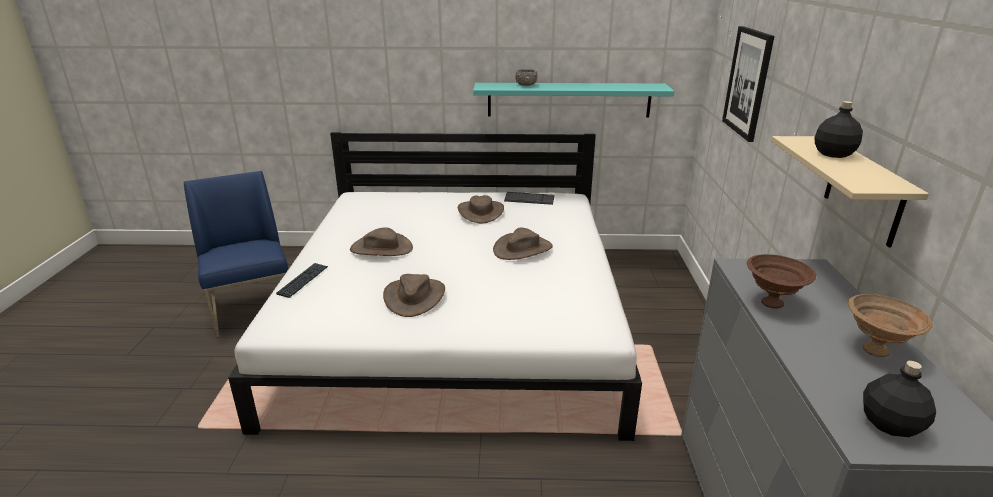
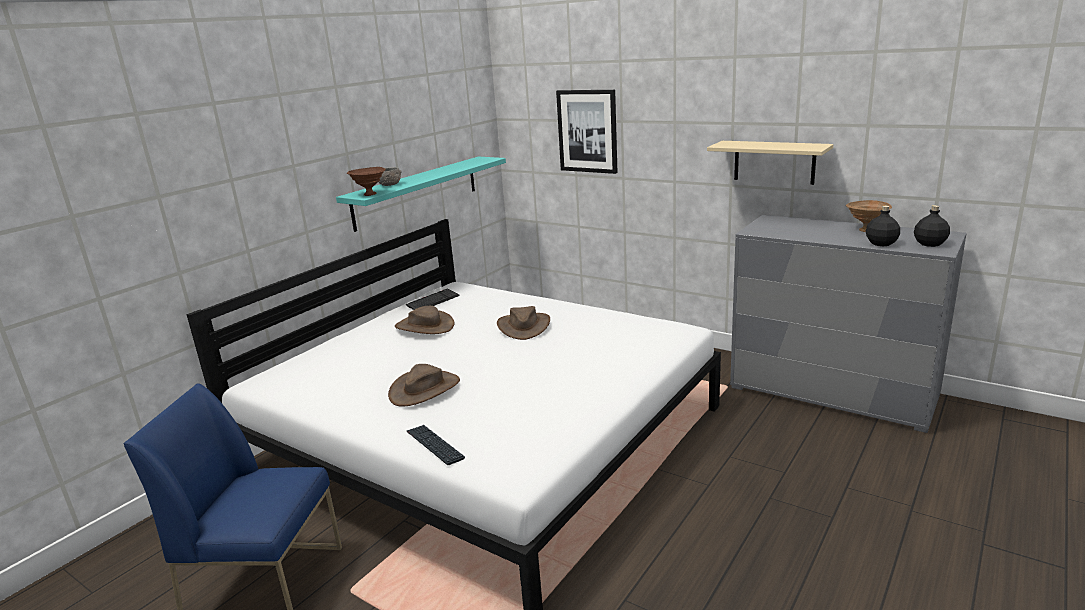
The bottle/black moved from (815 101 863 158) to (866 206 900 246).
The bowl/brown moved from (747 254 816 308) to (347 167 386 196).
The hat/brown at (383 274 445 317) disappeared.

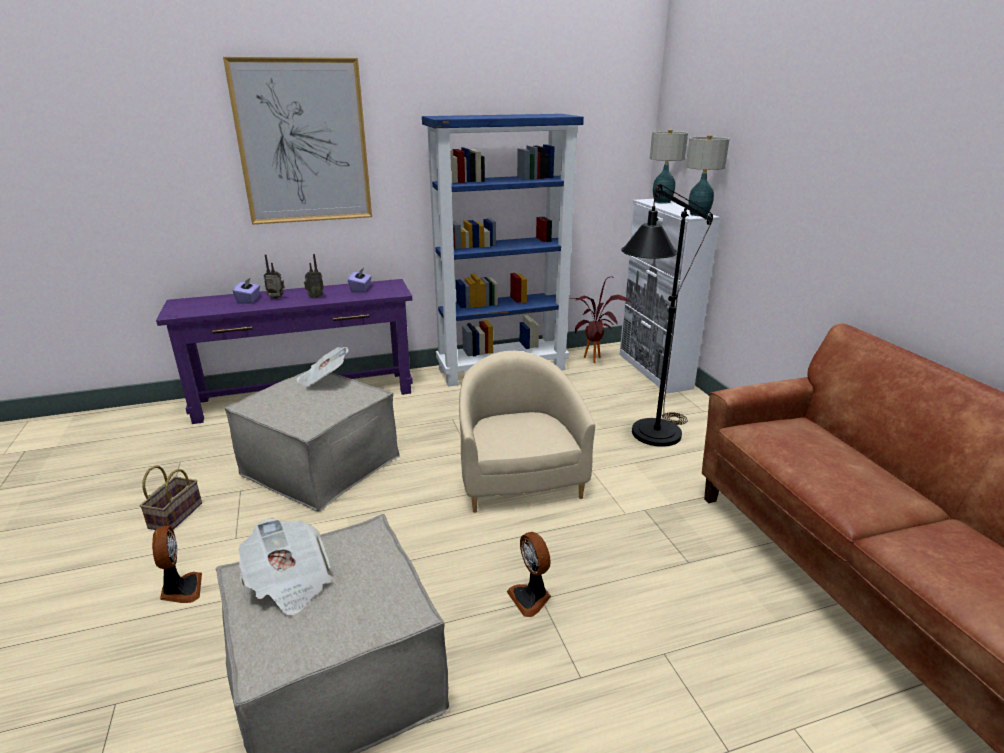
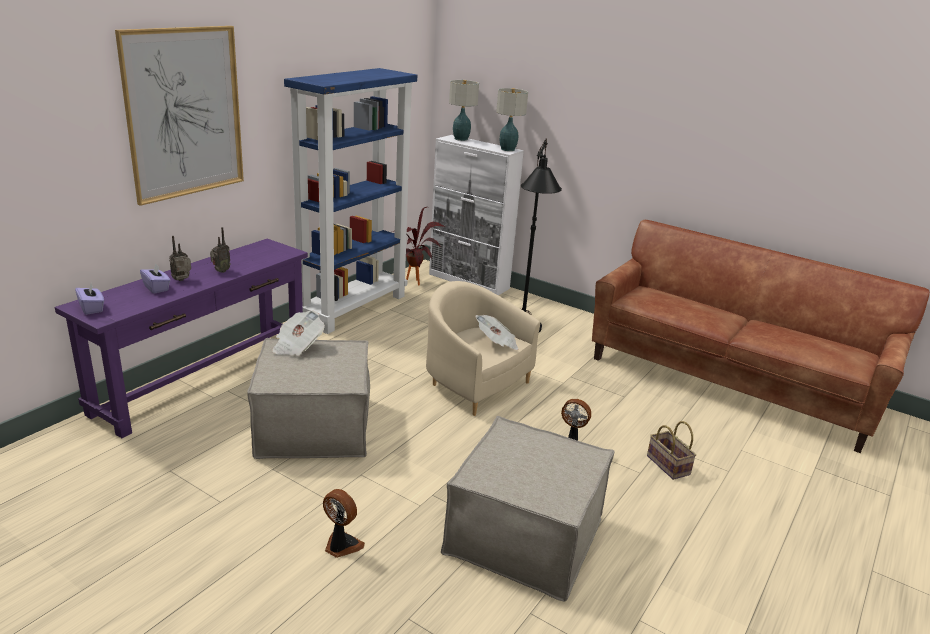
The tissue box/purple moved from (348 268 372 293) to (75 284 104 315).
The basket moved from (140 466 202 530) to (647 421 696 480).
The newspaper moved from (238 518 332 615) to (476 315 518 350).

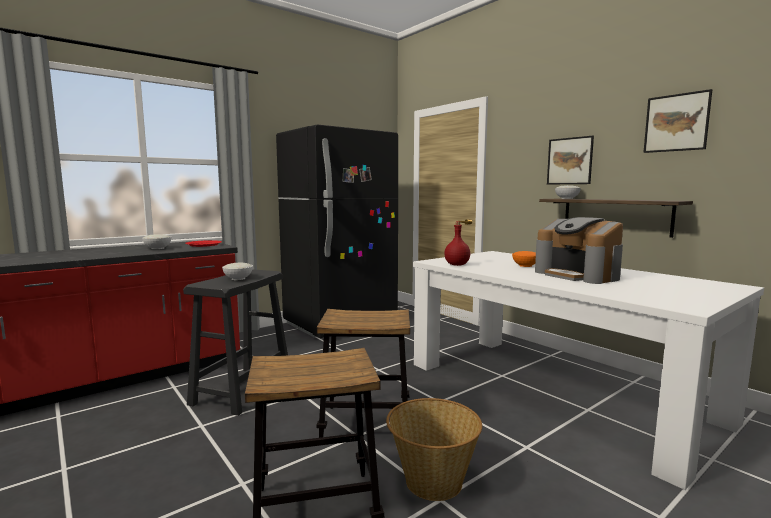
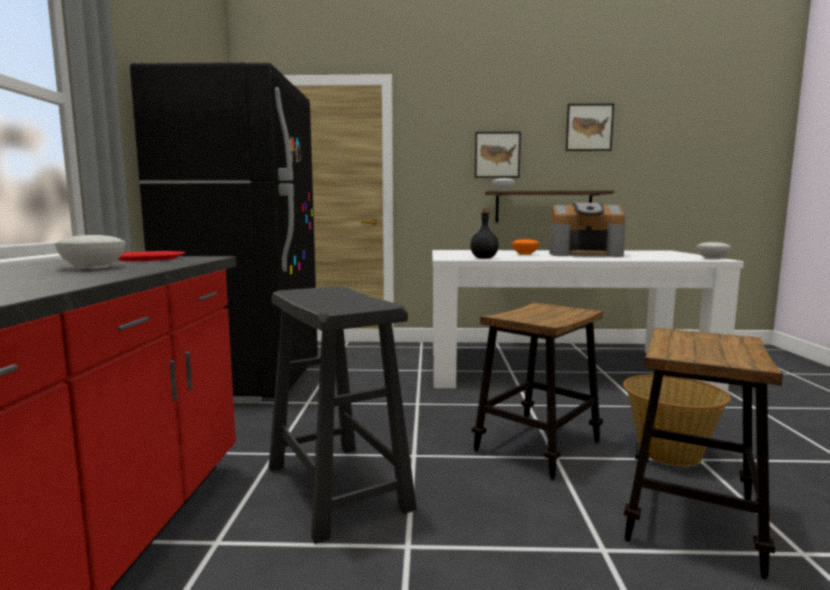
The bottle/red at (444 221 470 266) became the bottle/black at (470 209 499 259).
The bowl/white moved from (222 263 253 280) to (697 242 731 259).

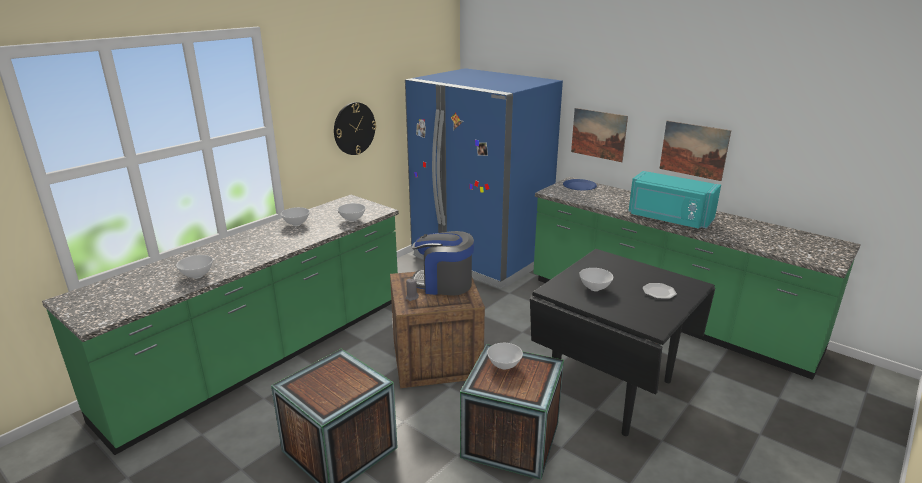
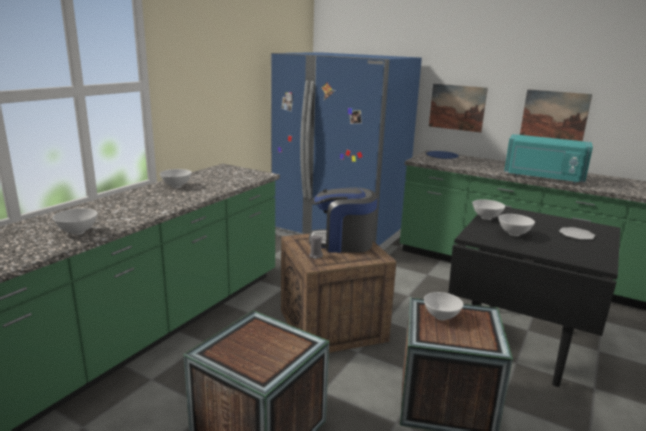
The wall clock at (334 102 376 155) disappeared.
The bowl/white moved from (338 203 366 222) to (472 199 505 220).

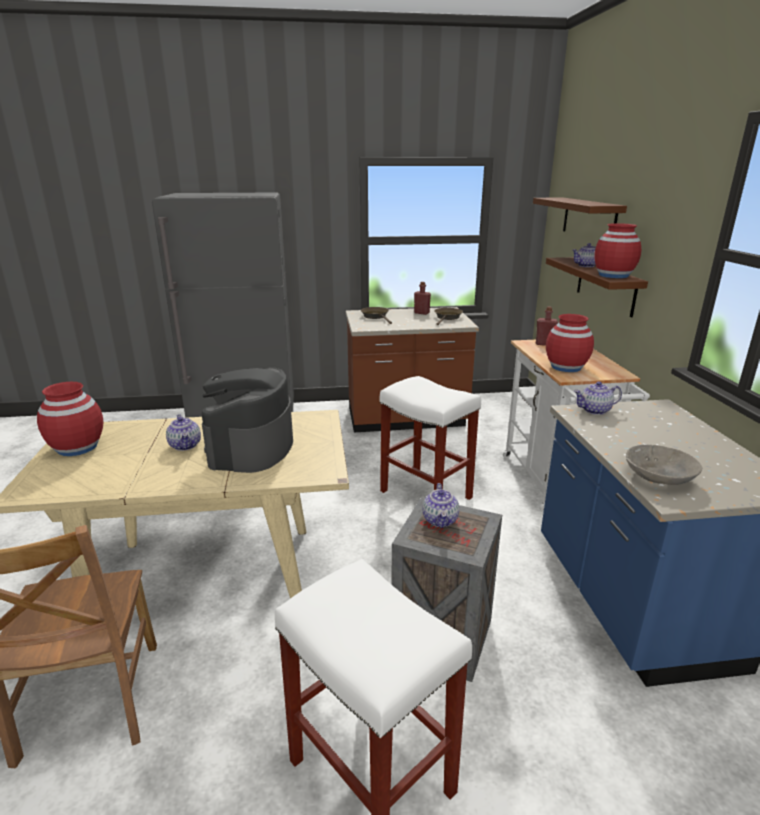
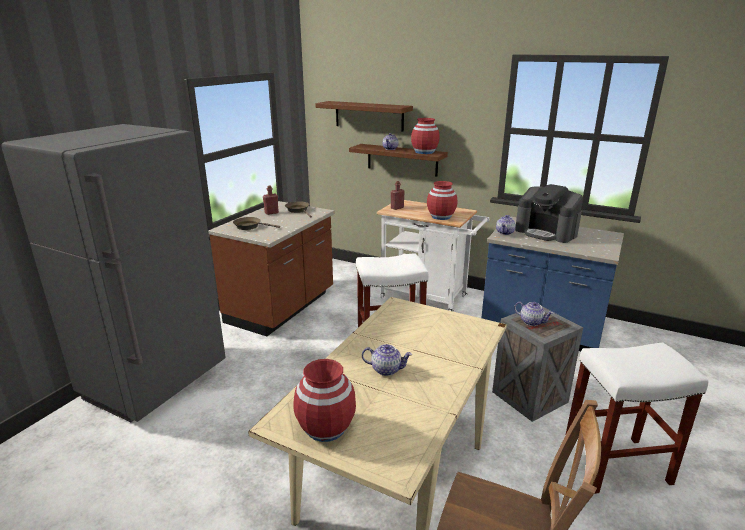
The coffee machine moved from (202 367 293 473) to (515 184 583 243).
The bowl/grey at (626 445 702 485) disappeared.

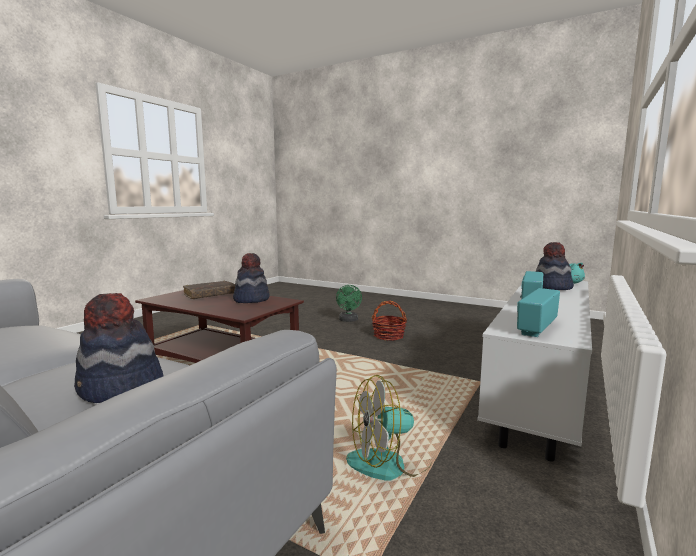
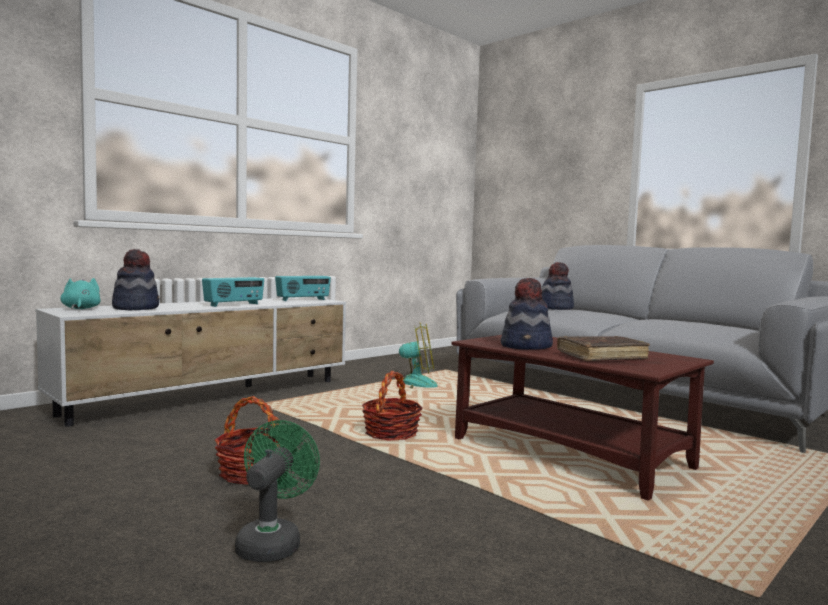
The basket at (362 371 423 441) appeared.

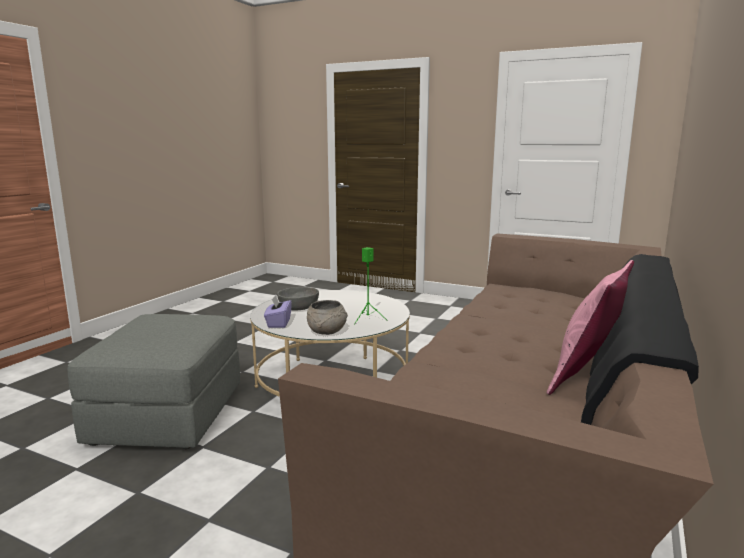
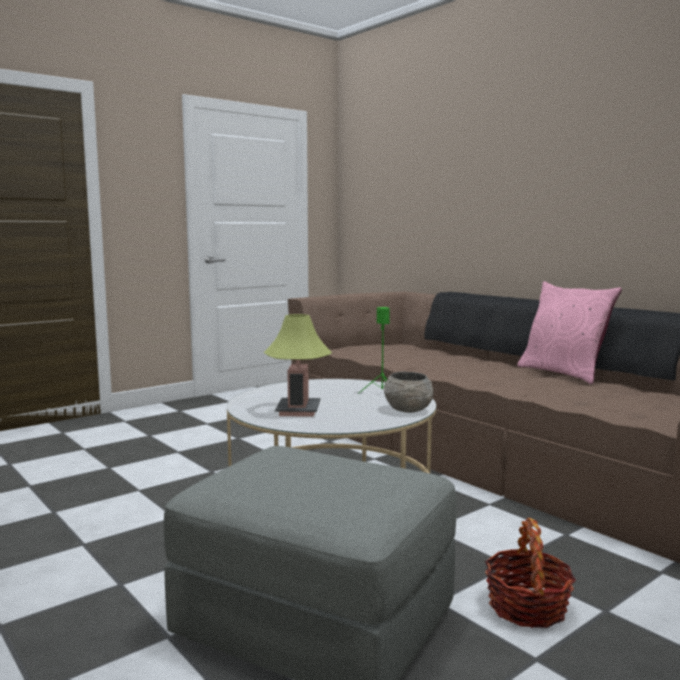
The bowl/grey at (277 287 319 310) was replaced by the table lamp at (264 314 332 417).
The tissue box/purple at (264 295 292 328) disappeared.
The basket at (485 518 576 628) appeared.

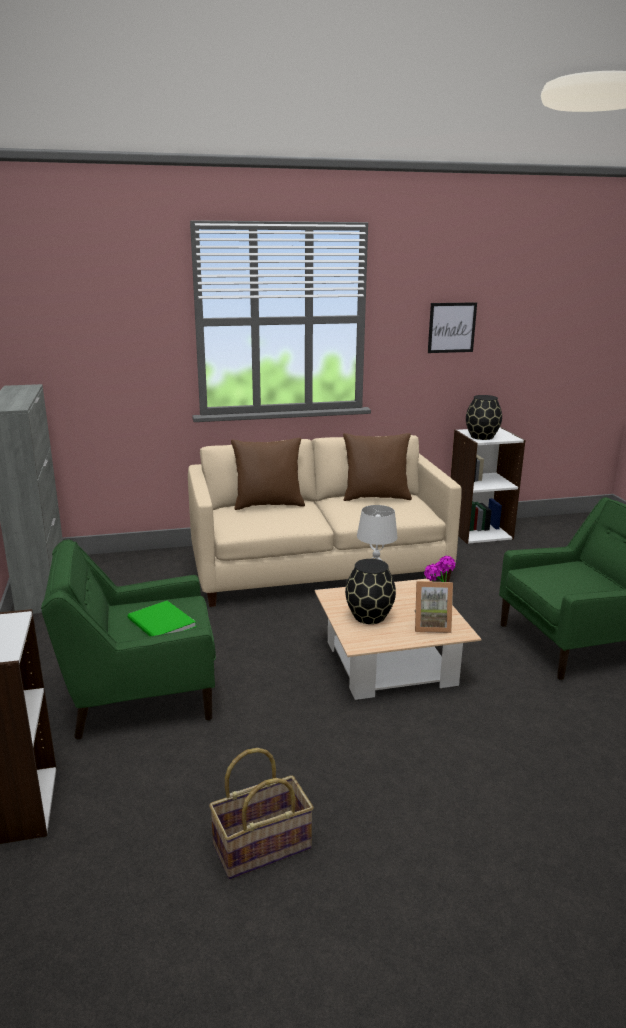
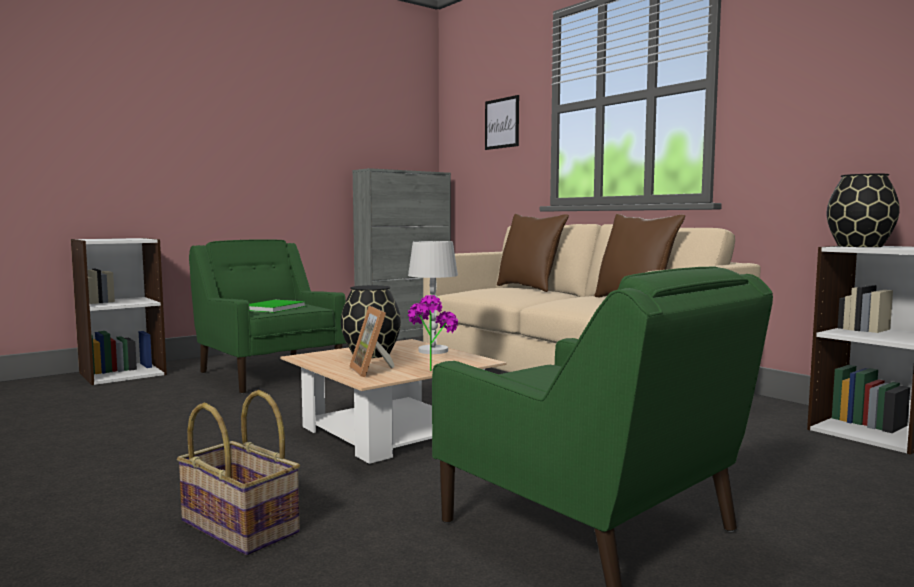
The picture moved from (428 302 477 353) to (485 95 519 150).
The basket moved from (209 748 314 879) to (177 390 300 555).

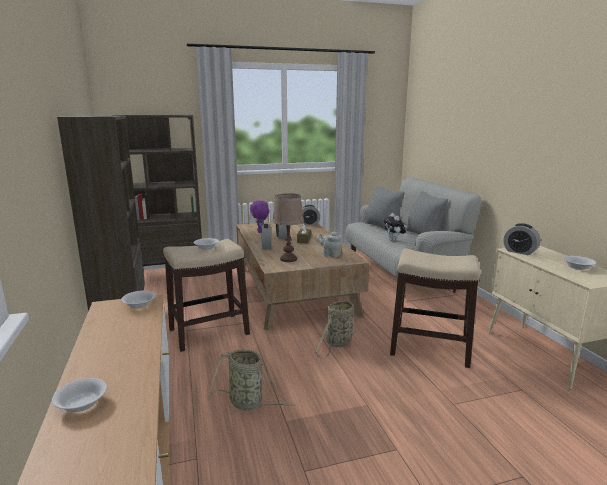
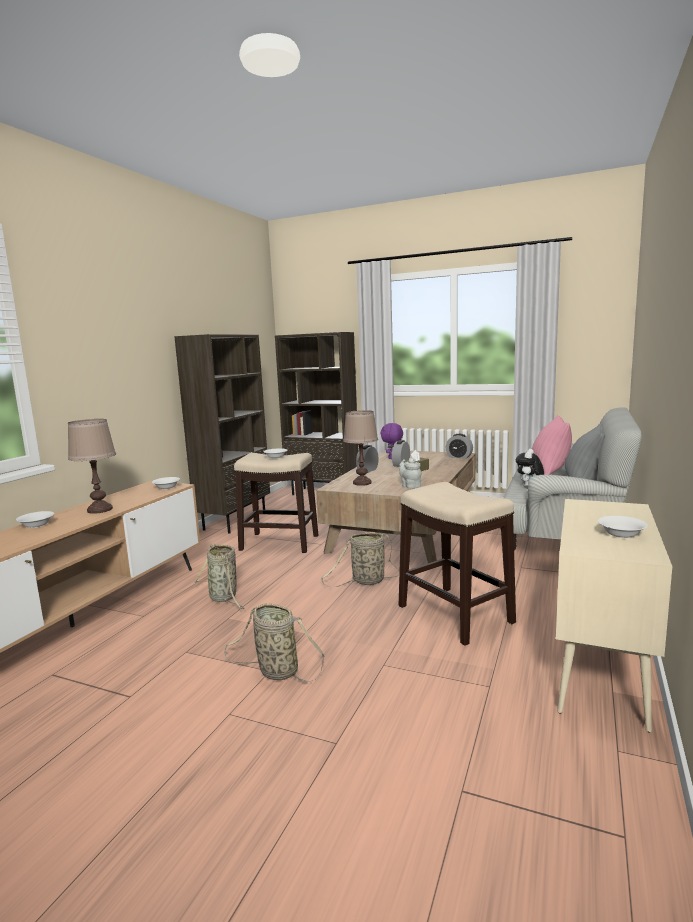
The pillow/grey at (365 185 405 231) became the pillow/pink at (532 415 572 475).
The alarm clock at (503 223 540 255) disappeared.
The table lamp/brown at (68 419 116 514) appeared.
The basket at (224 603 325 682) appeared.

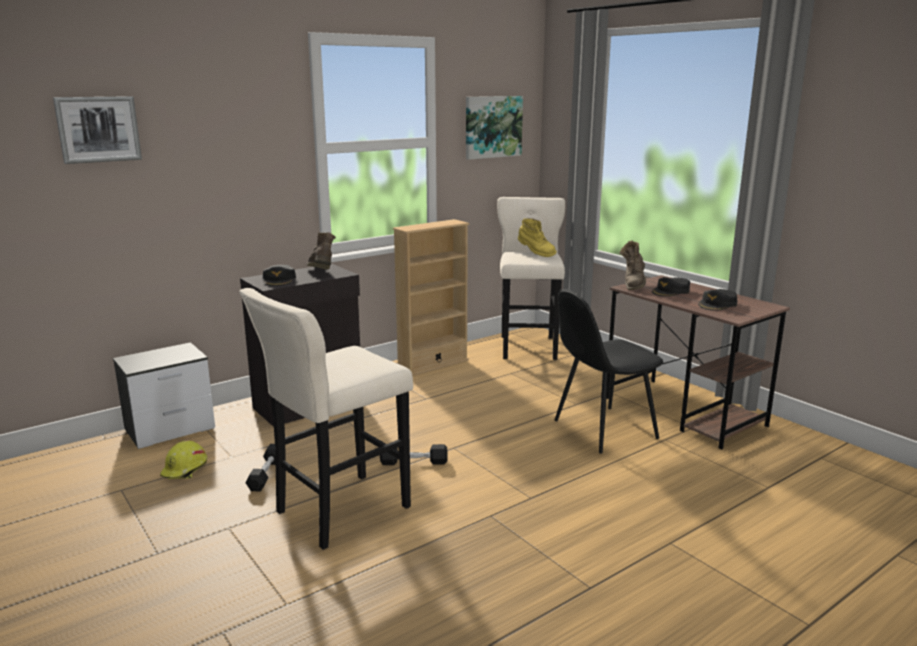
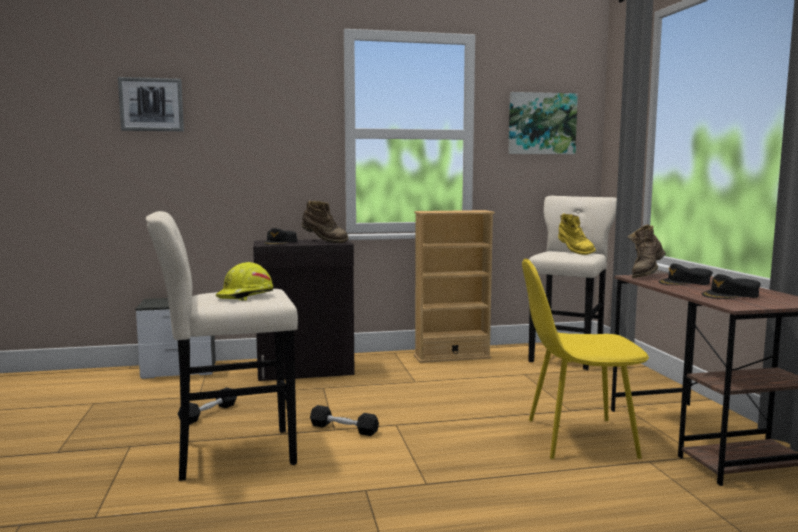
The boot/brown at (307 232 336 270) turned 105 degrees clockwise.
The chair/black at (555 289 663 453) became the chair/yellow at (522 259 649 459).
The hard hat/yellow moved from (160 440 207 479) to (215 262 273 301).

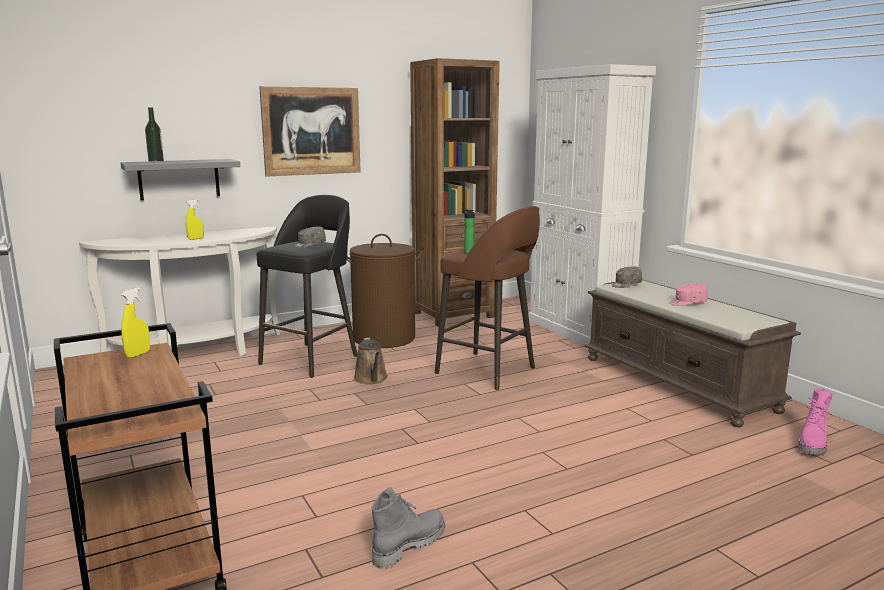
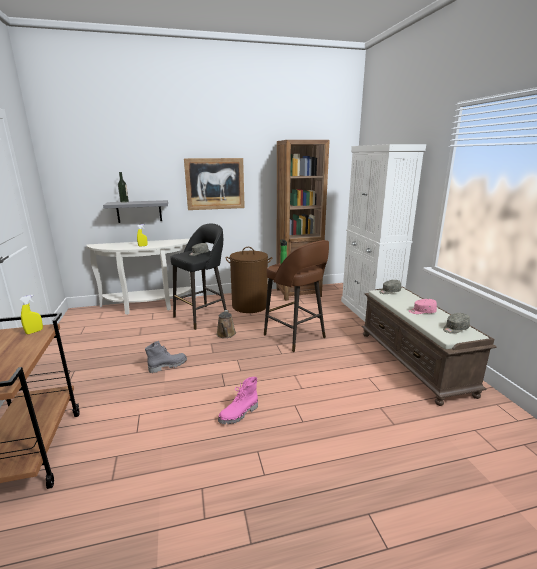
The boot/pink moved from (798 388 833 455) to (218 377 258 424).
The boot/grey moved from (372 487 445 569) to (145 341 187 373).
The cap/grey at (443 313 470 334) appeared.

